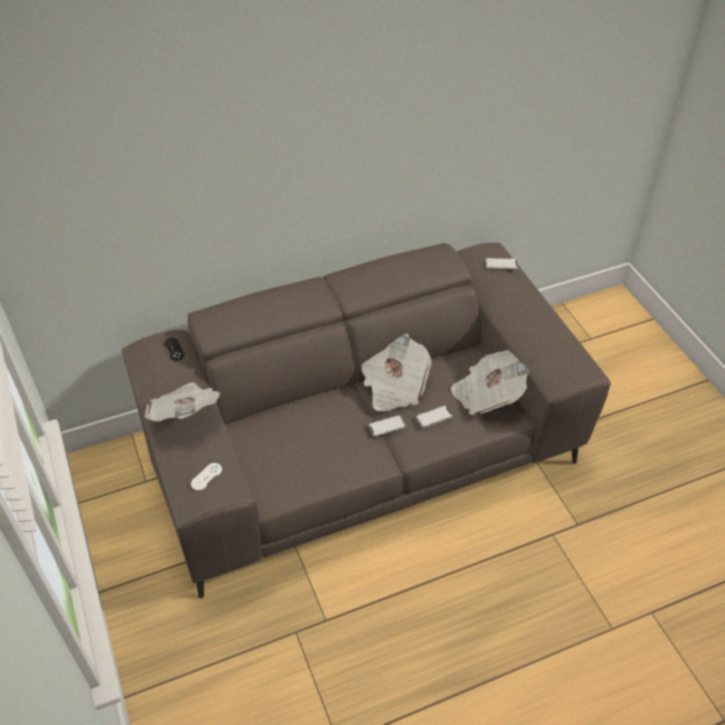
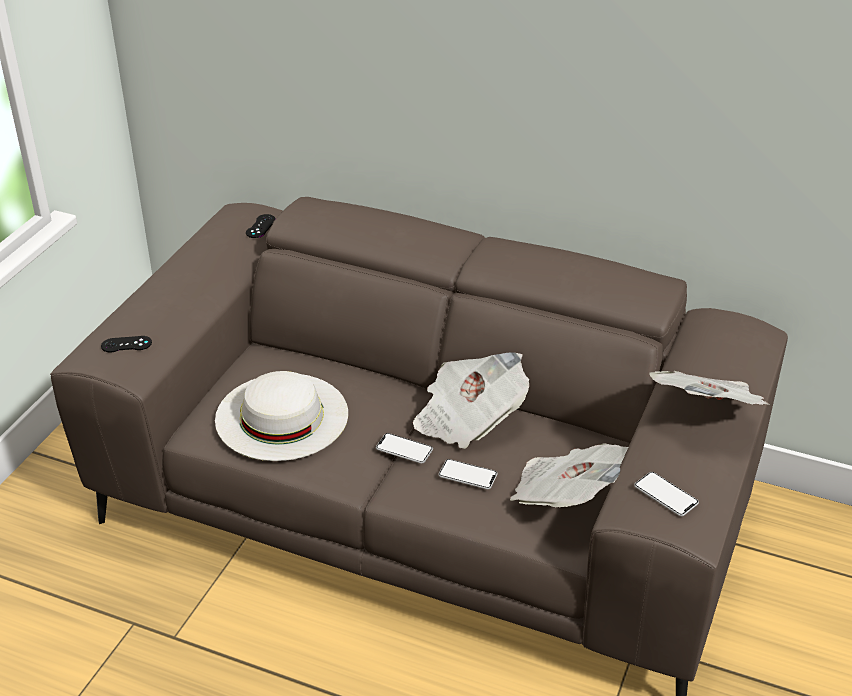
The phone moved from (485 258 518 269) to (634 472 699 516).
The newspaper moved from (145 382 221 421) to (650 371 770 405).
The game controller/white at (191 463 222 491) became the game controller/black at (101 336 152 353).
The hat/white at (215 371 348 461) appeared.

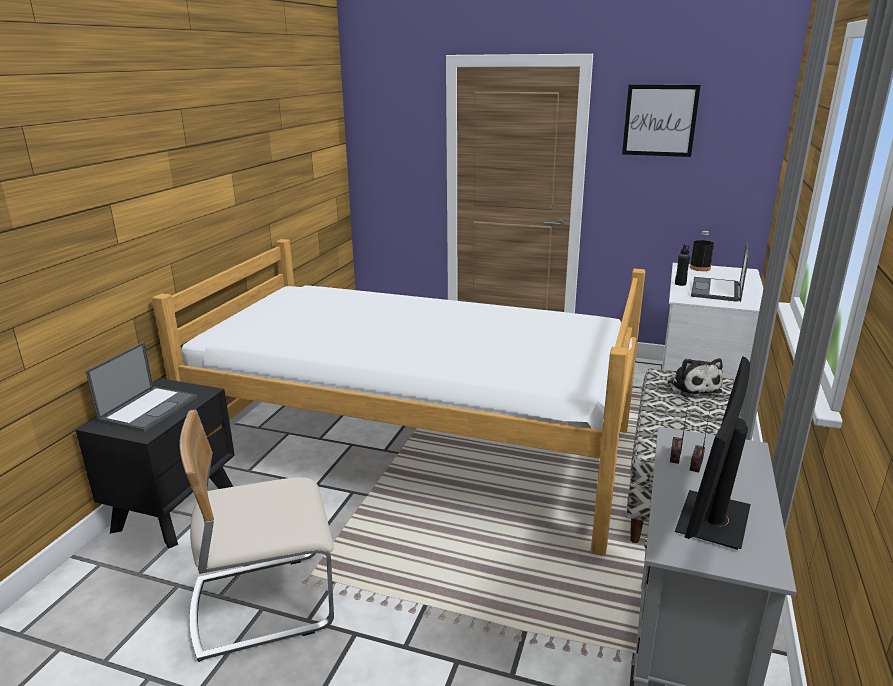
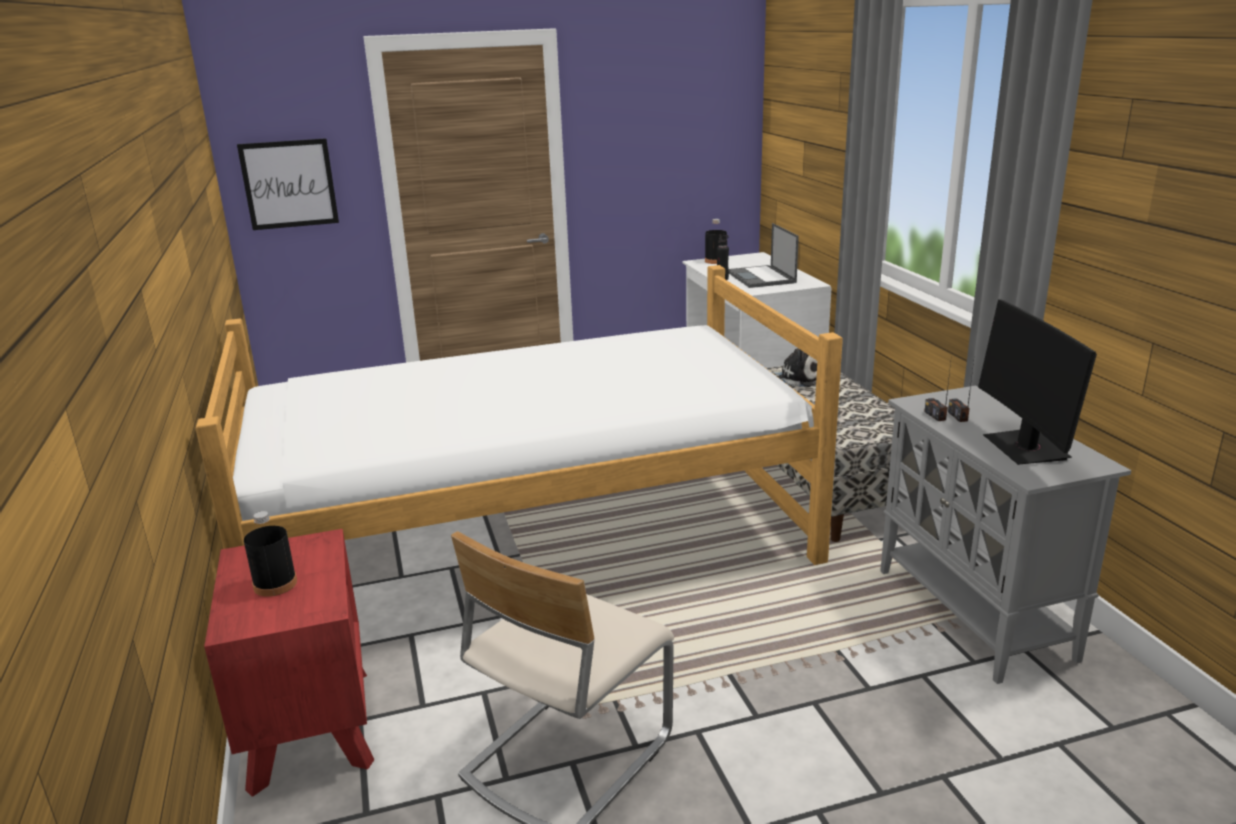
The picture moved from (622 85 701 157) to (237 138 339 230).
The laptop at (86 342 197 432) was replaced by the bottle/black at (244 511 297 597).
The nightstand/black at (76 378 235 548) became the nightstand/red at (204 529 374 797).

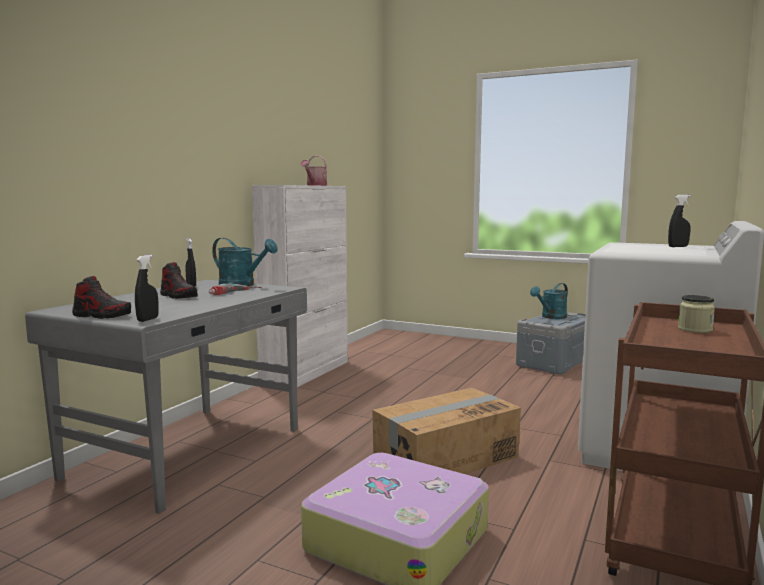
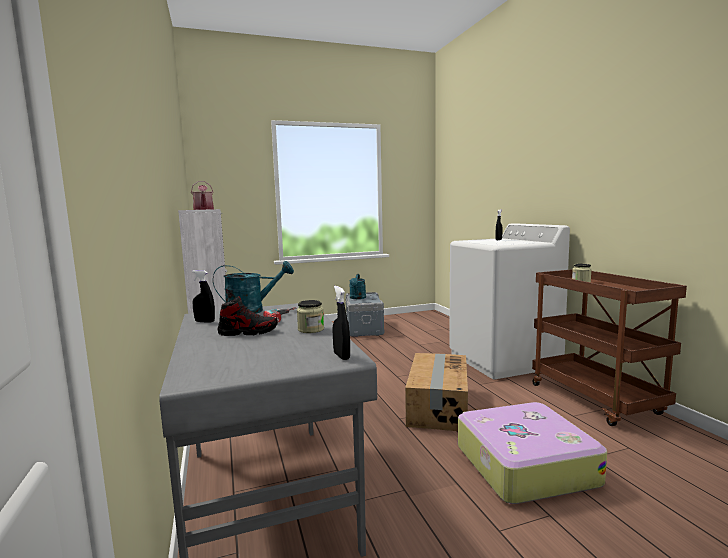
The shoe at (72 276 131 319) disappeared.
The jar at (297 300 324 333) appeared.

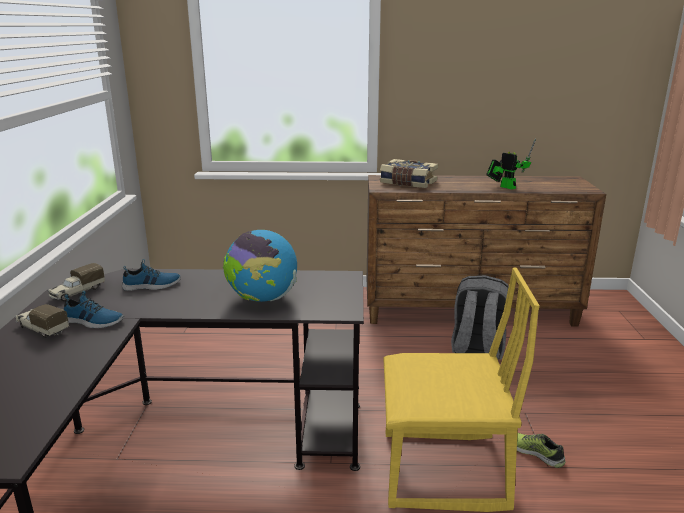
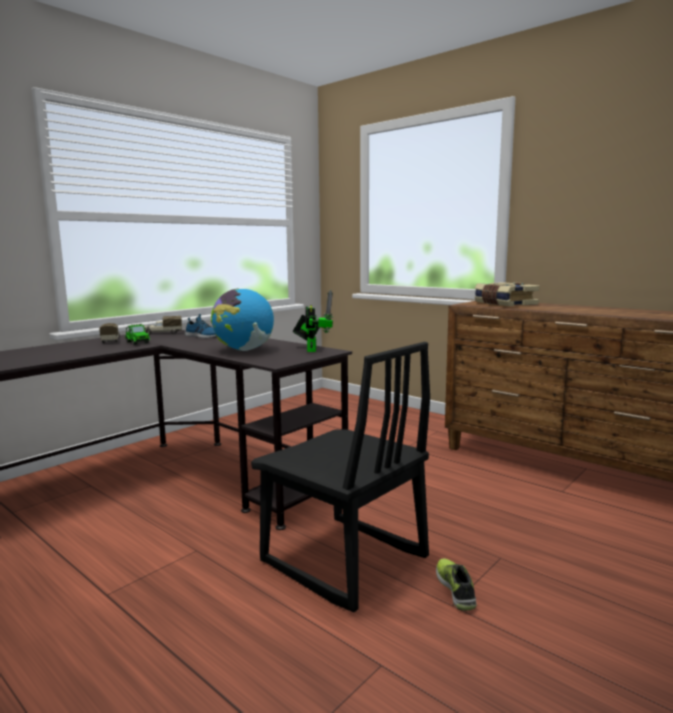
The toy robot moved from (486 138 536 189) to (293 290 333 352).
The chair/yellow at (383 267 540 512) became the chair/black at (251 342 430 612).
The backpack/grey at (451 275 509 359) disappeared.
The shoe at (64 291 124 328) was replaced by the toy car at (125 324 150 345).

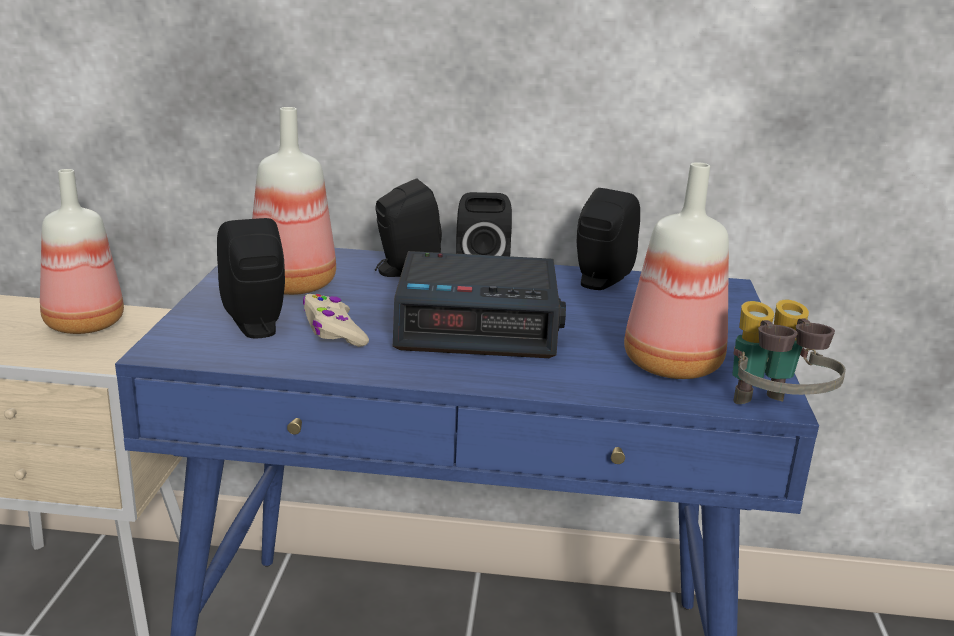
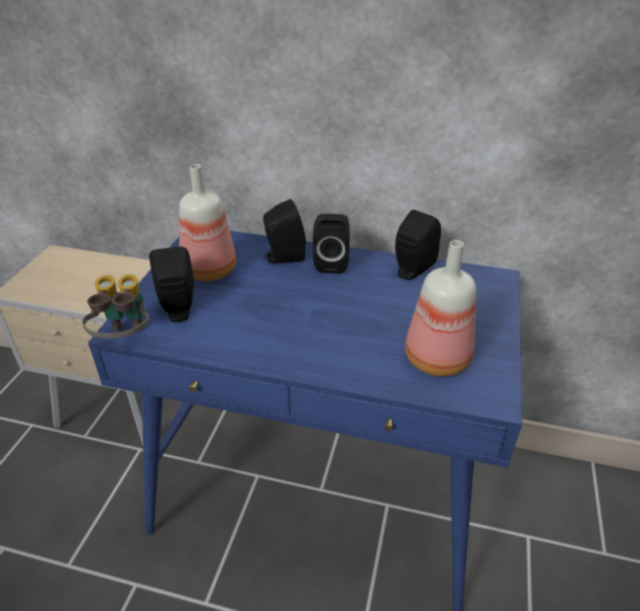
The bottle at (40 169 124 334) disappeared.
The alarm clock at (393 251 566 358) disappeared.
The game controller/beige at (303 294 369 347) disappeared.
The binoculars moved from (732 300 846 404) to (82 274 149 338).

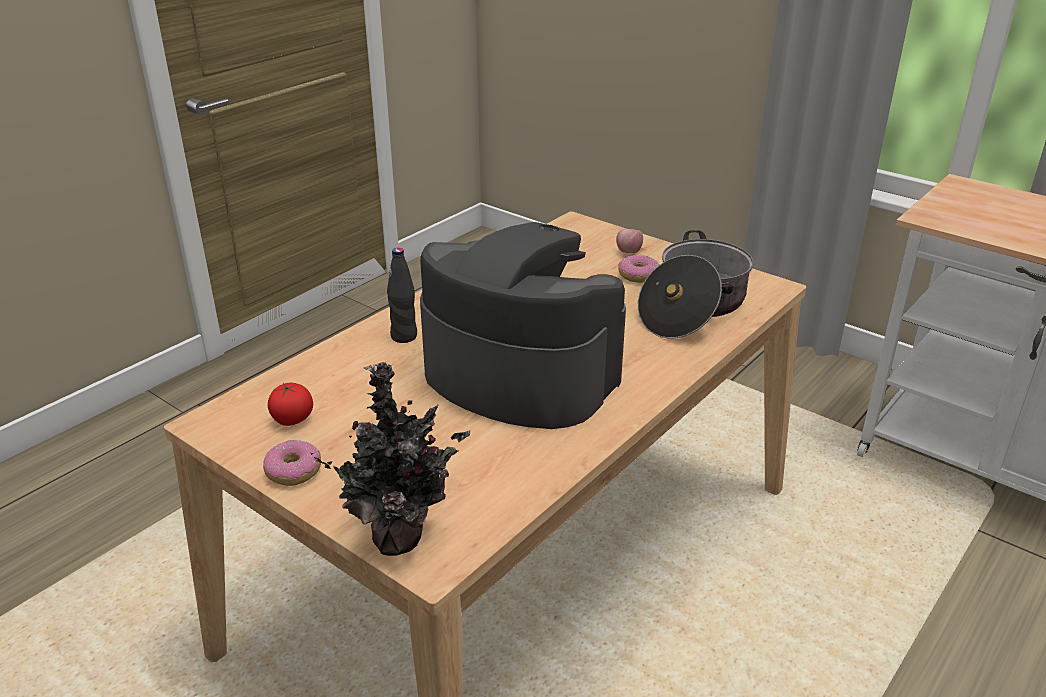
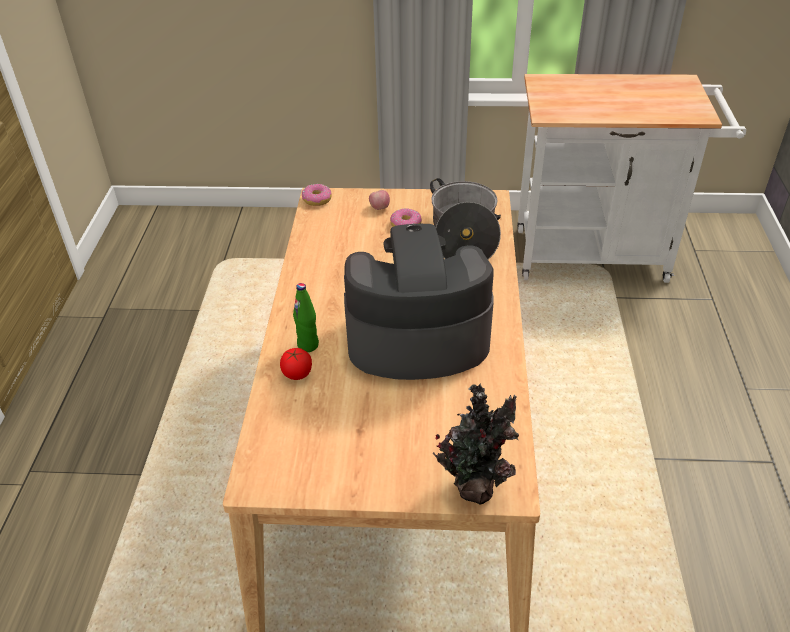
The bottle/black at (387 248 417 343) became the bottle/green at (293 283 319 352).
The tomato moved from (268 383 313 426) to (280 348 312 380).
The donut moved from (263 440 321 486) to (302 184 332 206).

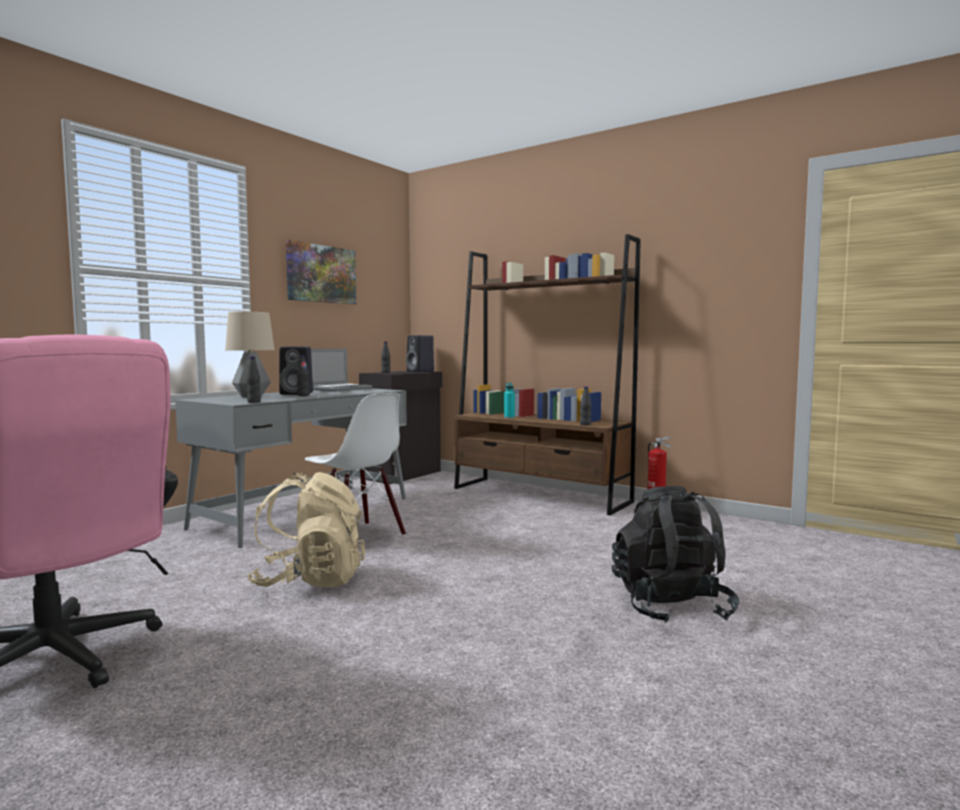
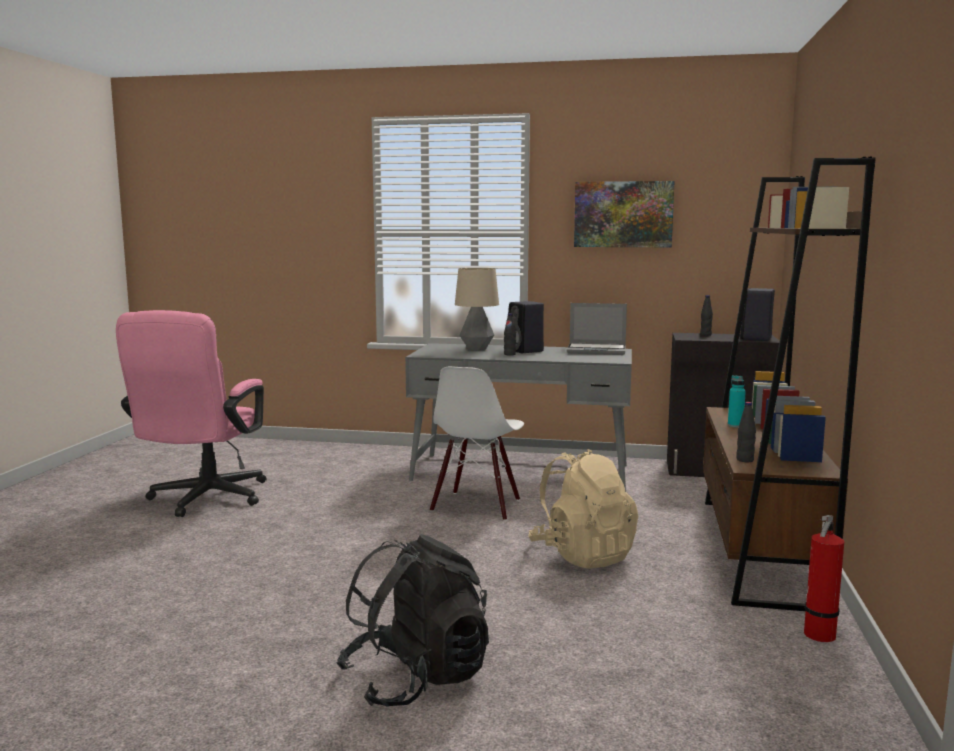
The bottle/black at (246 356 261 403) disappeared.
The backpack/beige moved from (247 472 365 588) to (528 449 638 569).

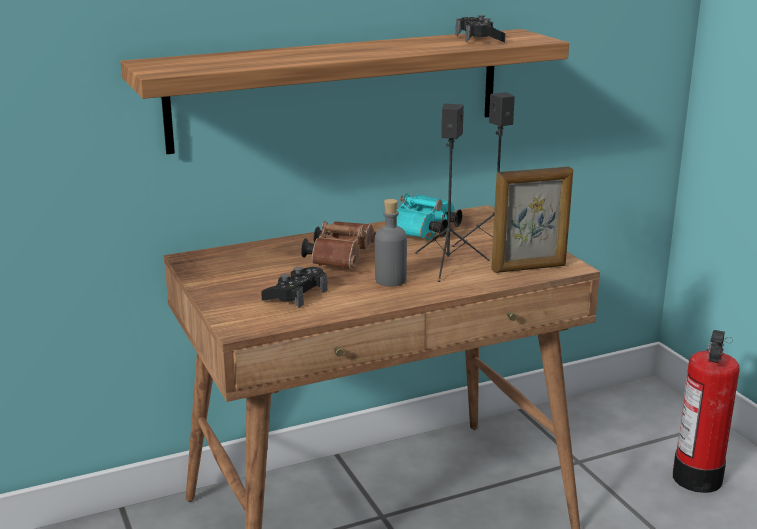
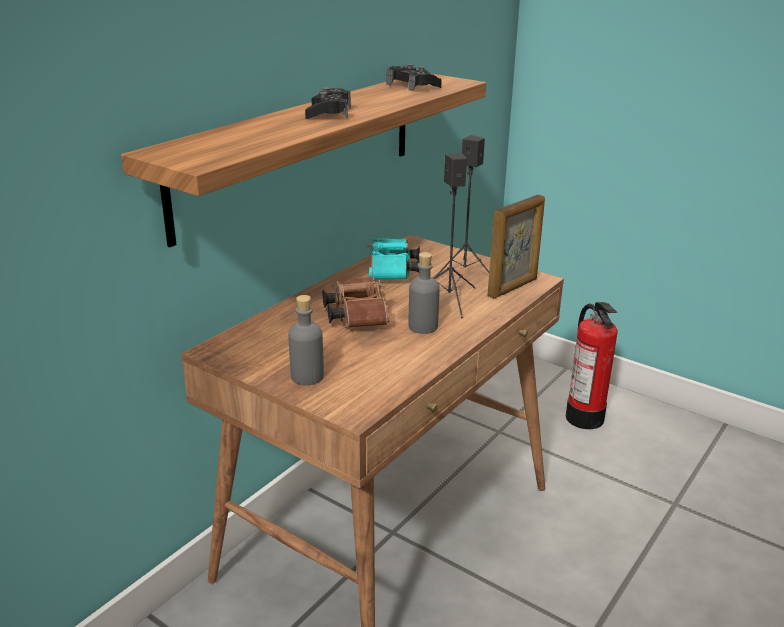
The game controller/black moved from (261 267 327 308) to (305 87 351 119).
The bottle/grey at (288 295 324 385) appeared.

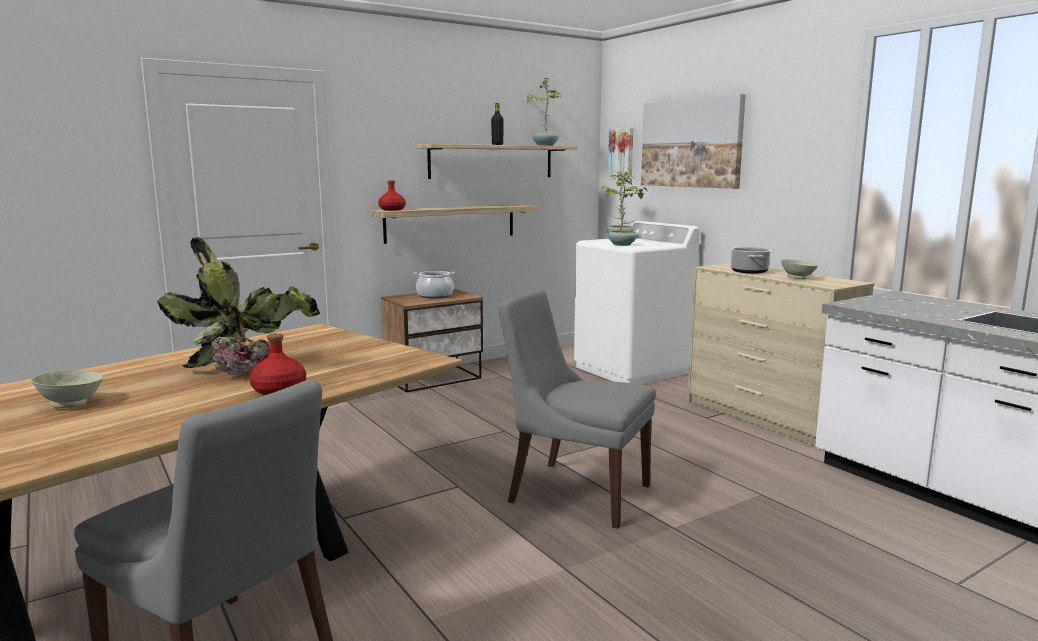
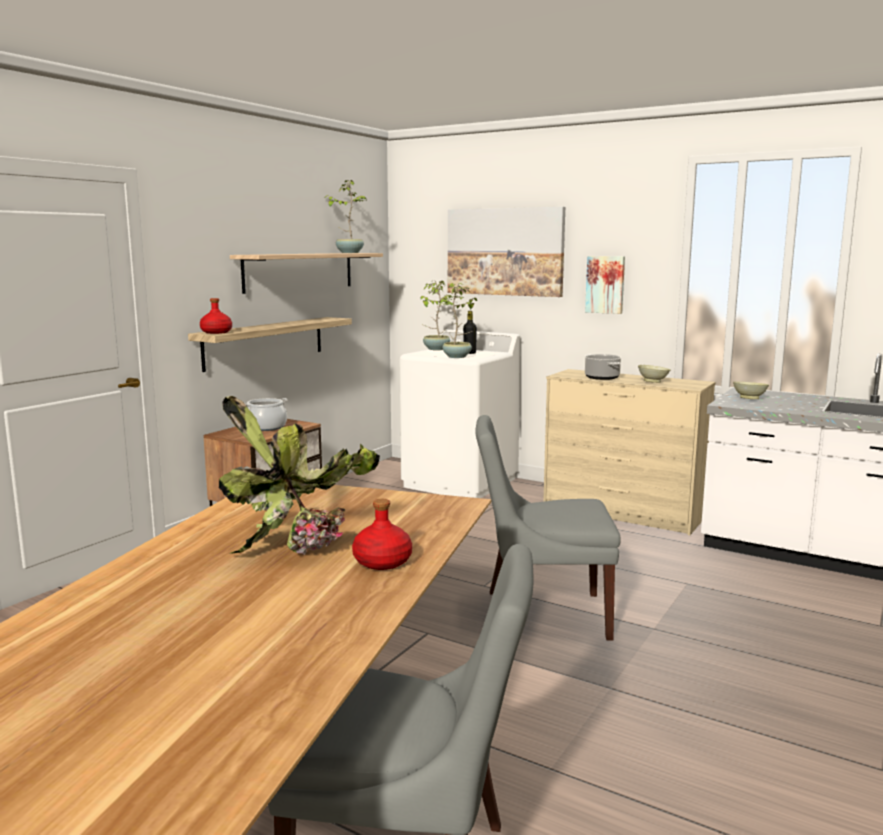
The bottle/black moved from (491 103 504 145) to (463 311 477 354).
The picture moved from (608 128 633 177) to (585 256 625 314).
The bowl/beige moved from (31 370 103 408) to (733 381 769 399).

